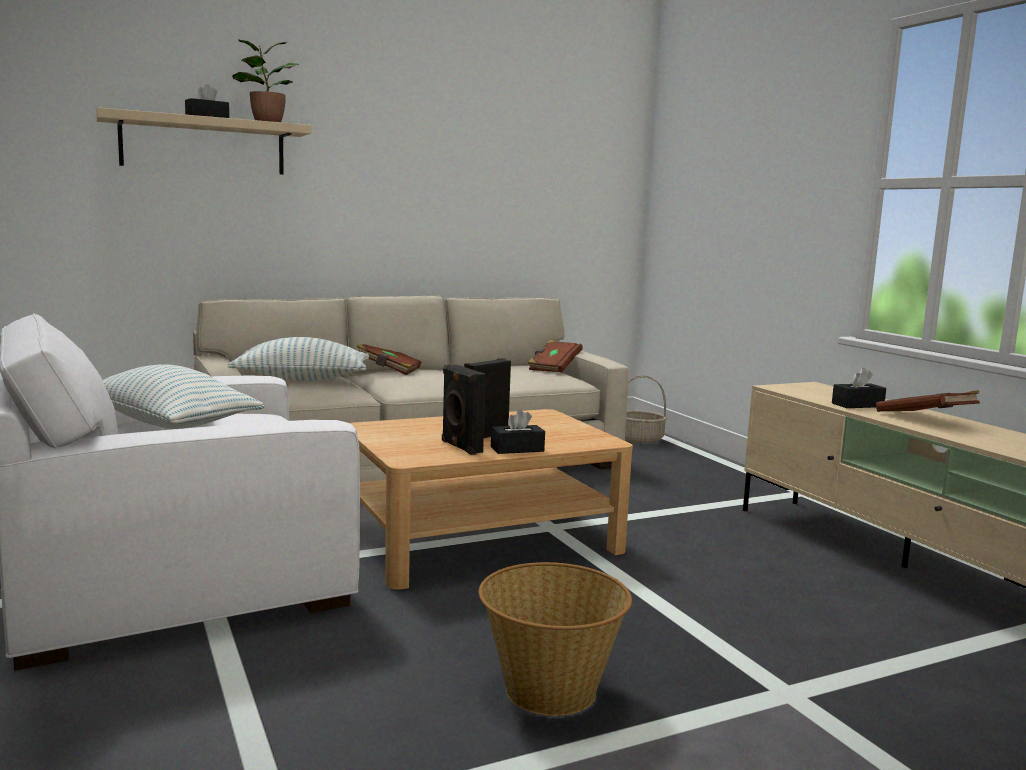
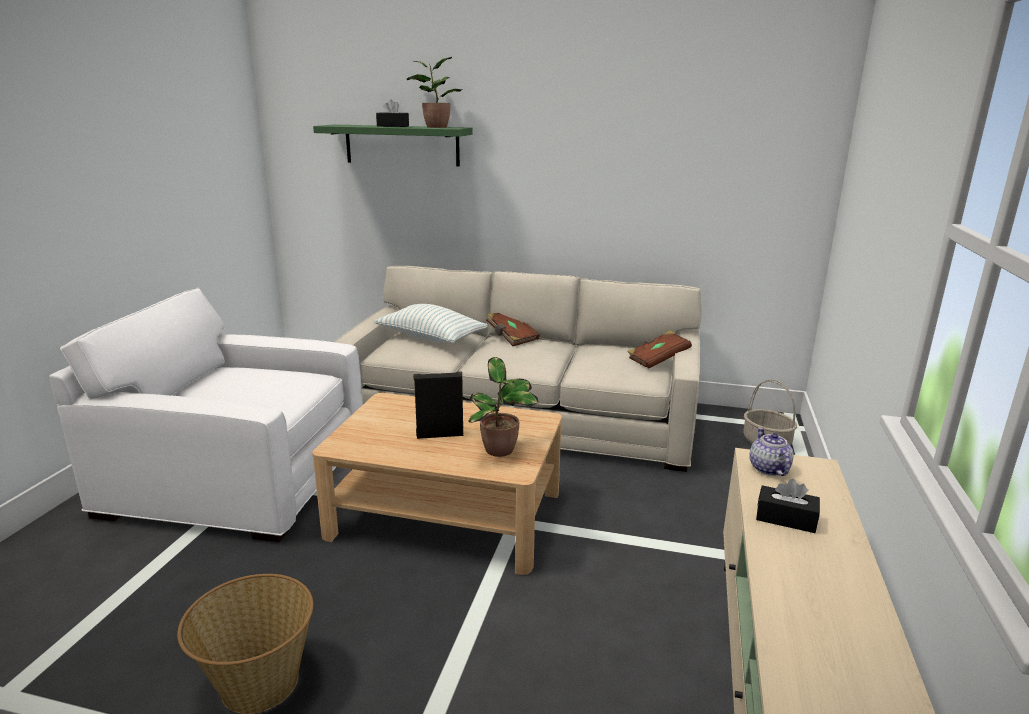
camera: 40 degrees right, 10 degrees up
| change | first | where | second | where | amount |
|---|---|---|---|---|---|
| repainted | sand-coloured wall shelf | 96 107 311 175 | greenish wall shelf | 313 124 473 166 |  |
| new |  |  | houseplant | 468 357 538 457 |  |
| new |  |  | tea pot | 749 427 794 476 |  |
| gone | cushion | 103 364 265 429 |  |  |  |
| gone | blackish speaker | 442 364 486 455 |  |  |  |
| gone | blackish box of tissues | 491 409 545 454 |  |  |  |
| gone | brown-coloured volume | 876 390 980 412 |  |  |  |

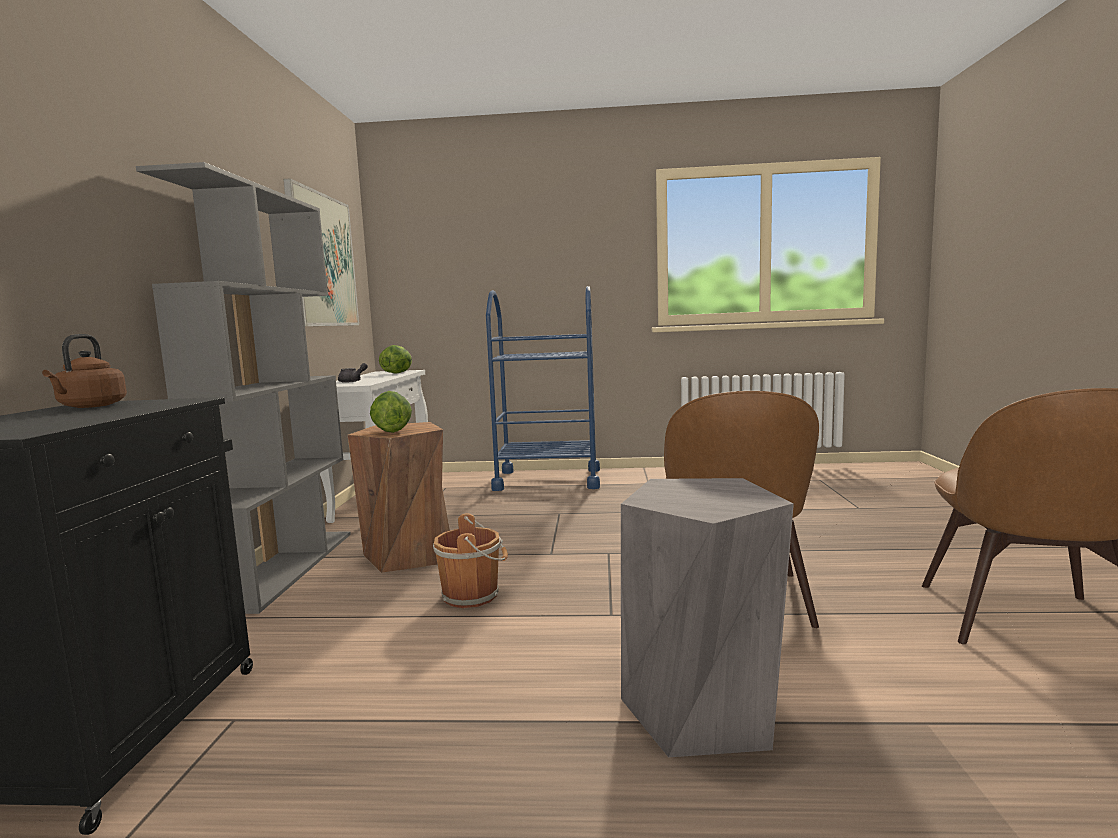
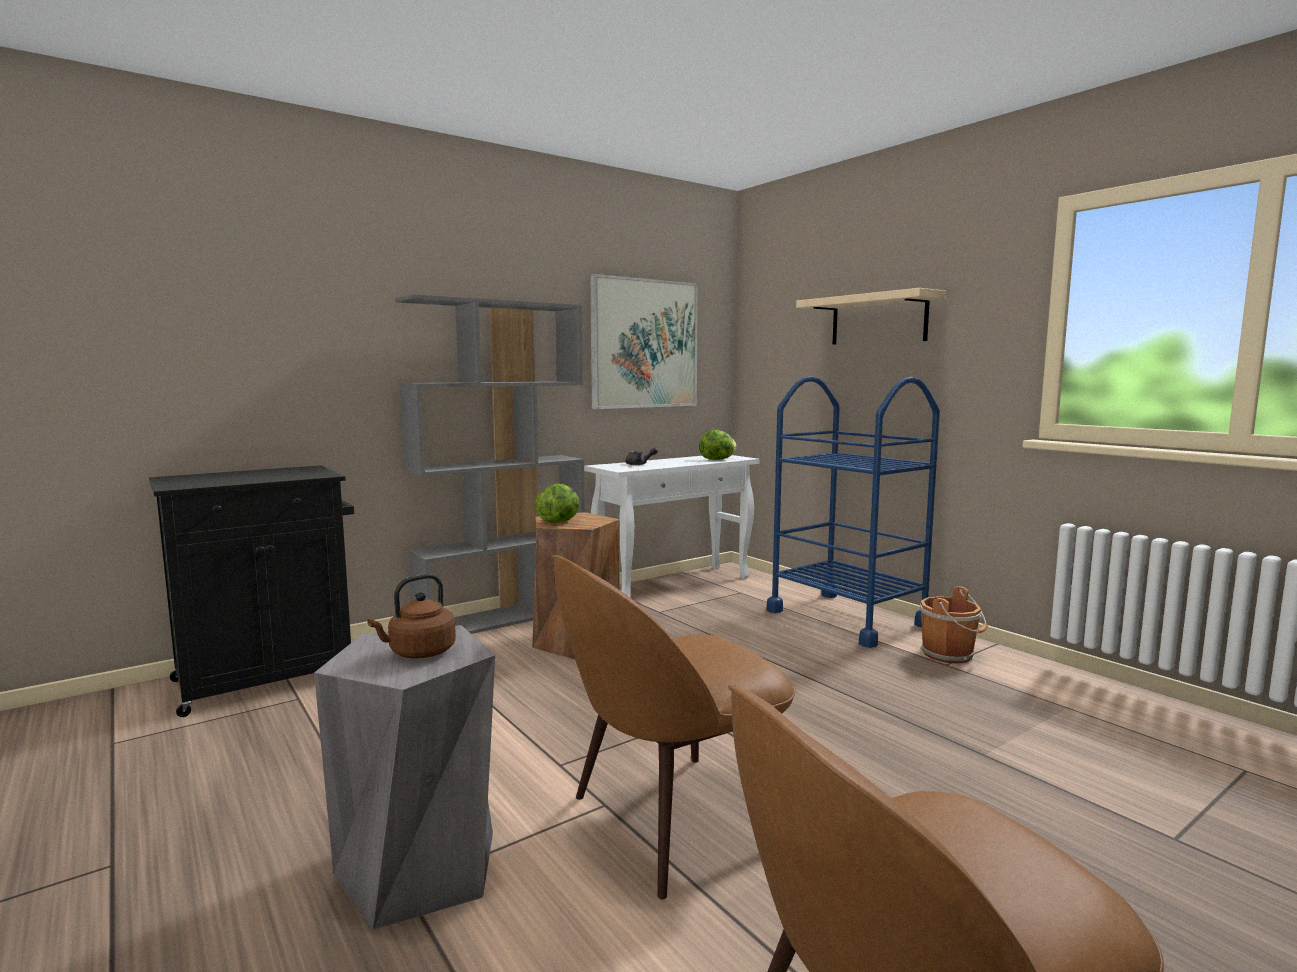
camera: 50 degrees right, 0 degrees up
| change | first | where | second | where | amount |
|---|---|---|---|---|---|
| shifted | brown-coloured tea kettle | 42 334 127 408 |  | 367 574 456 659 |  |
| new |  |  | sand-coloured wall shelf | 796 288 946 345 |  |
| shifted | brown-coloured water bucket | 433 513 508 608 |  | 920 586 988 664 |  |

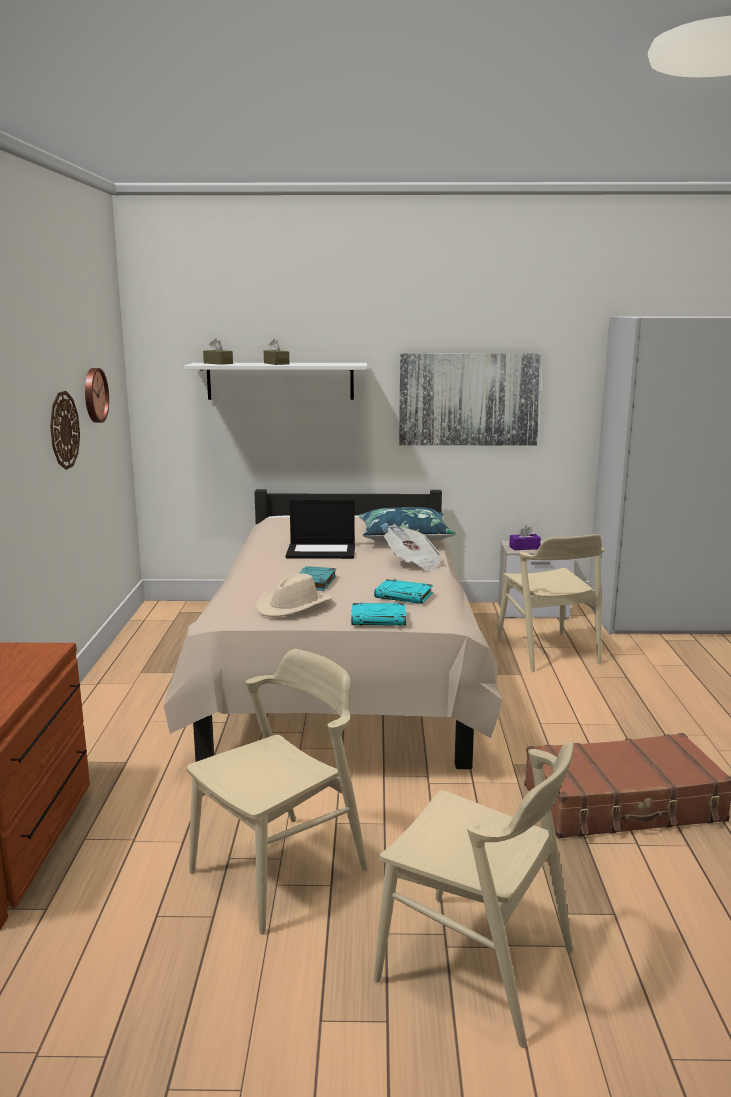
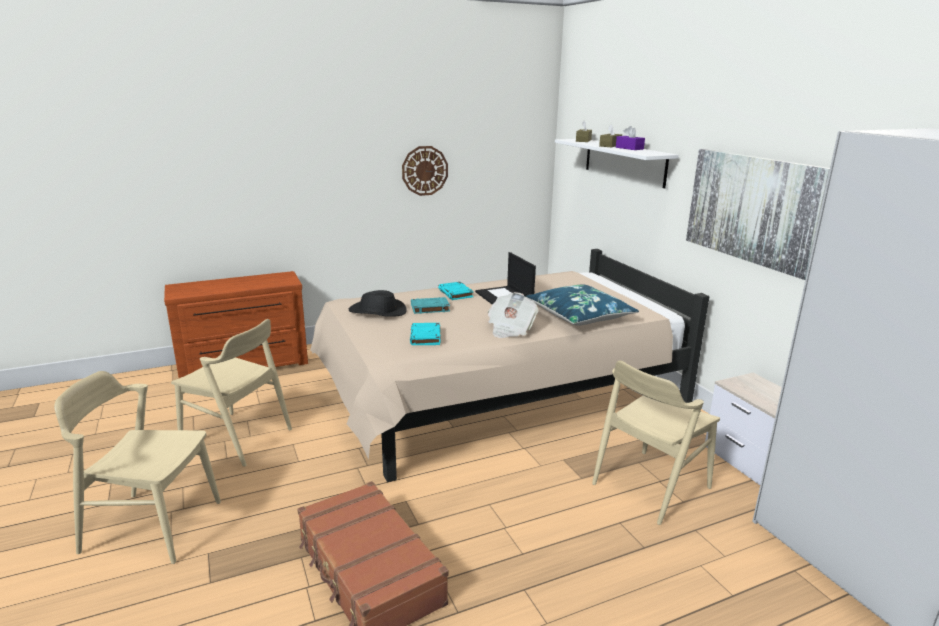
camera: 65 degrees right, 5 degrees up
| change | first | where | second | where | amount |
|---|---|---|---|---|---|
| rotated | sand-coloured upright chair | 374 741 574 1048 |  | 54 371 221 564 | 90 degrees clockwise |
| repainted | sand-coloured clothing hat | 256 573 332 617 | blackish clothing hat | 349 290 407 317 |  |
| shifted | blue-green volume | 351 603 406 626 |  | 438 282 474 300 |  |
| shifted | purple-coloured box of tissues | 509 525 541 550 |  | 616 126 645 150 |  |
| gone | hanging clock | 85 368 109 423 |  |  |  |

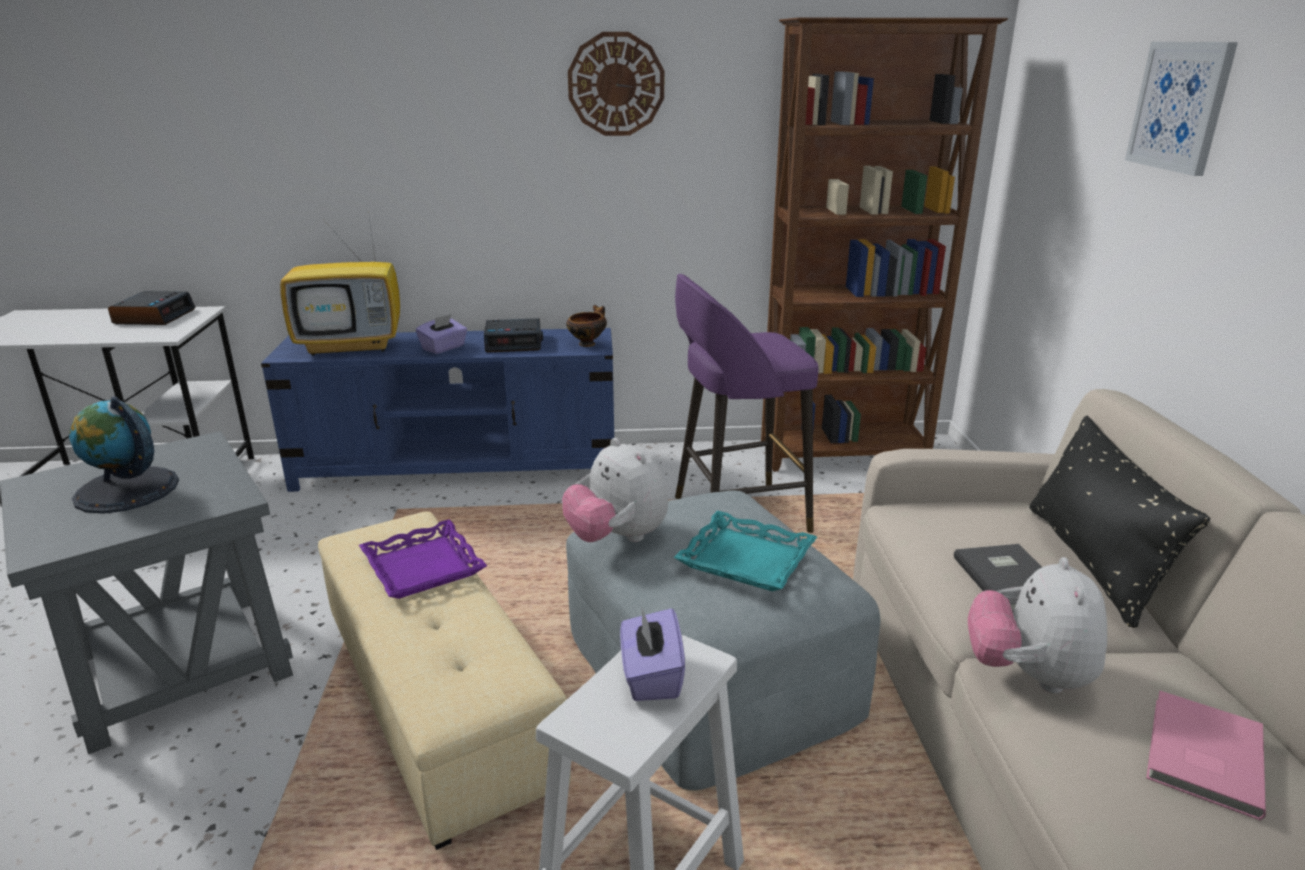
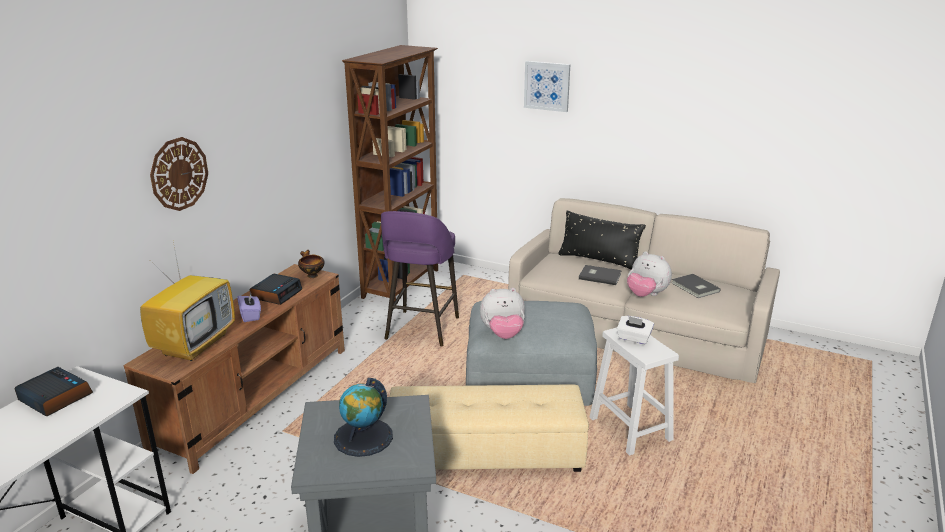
camera: 60 degrees left, 0 degrees up
| change | first | where | second | where | amount |
|---|---|---|---|---|---|
| repainted | bluish media console | 261 328 614 492 | brown-coloured media console | 124 264 345 474 |  |
| shifted | hanging clock | 568 32 664 136 |  | 150 137 208 211 |  |
| repainted | purple-coloured box of tissues | 620 608 685 701 | white-coloured box of tissues | 617 316 654 344 |  |
| repainted | pinkish volume | 1146 691 1266 821 | gray volume | 672 274 720 298 |  |
| gone | purple-coloured tray | 359 520 487 599 |  |  |  |
| gone | blue-green tray | 674 511 817 591 |  |  |  |

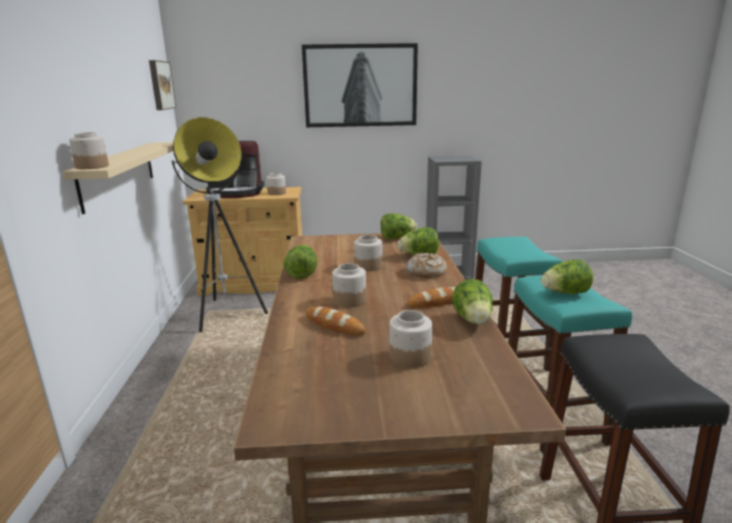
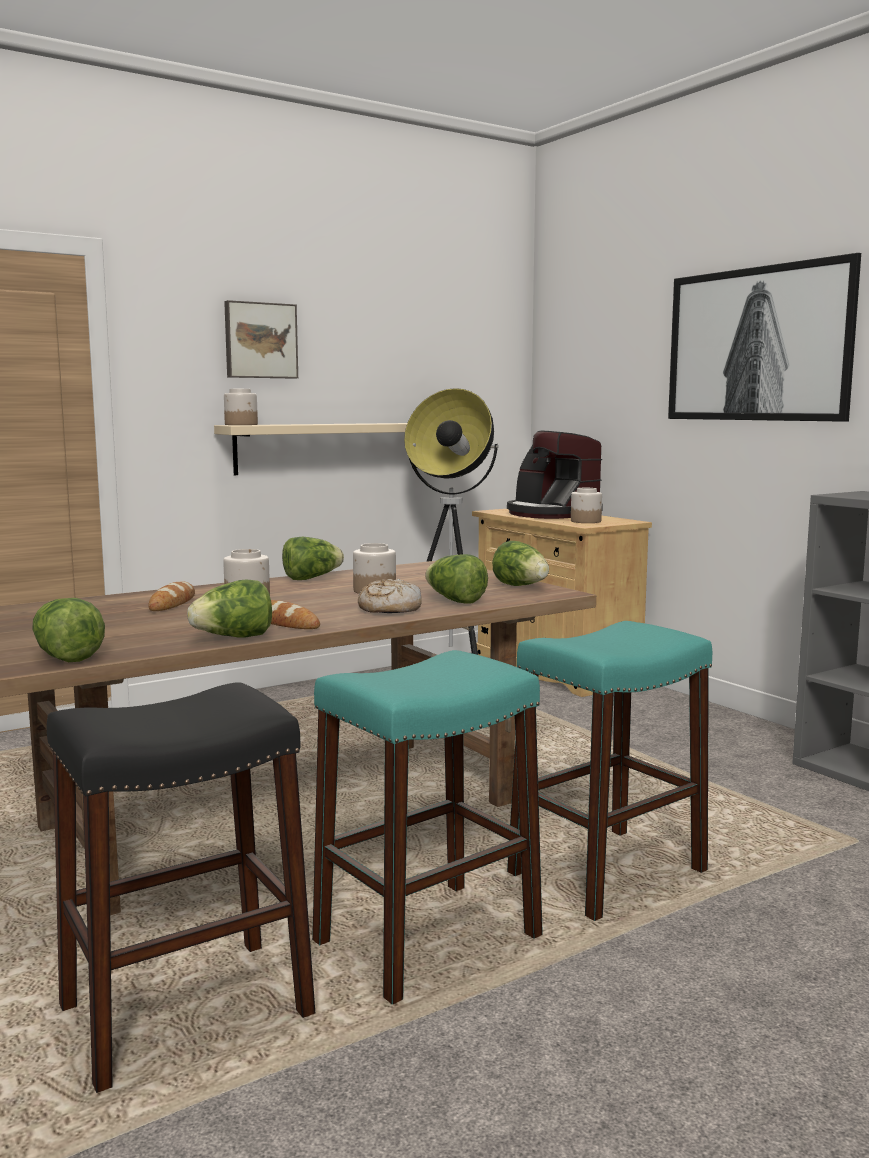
camera: 60 degrees right, 10 degrees down
| change | first | where | second | where | amount |
|---|---|---|---|---|---|
| shifted | lettuce head | 541 259 593 294 |  | 32 598 105 662 |  |
| shifted | picture | 149 60 176 110 |  | 224 300 298 379 |  |
| gone | storage jar | 389 310 432 368 |  |  |  |

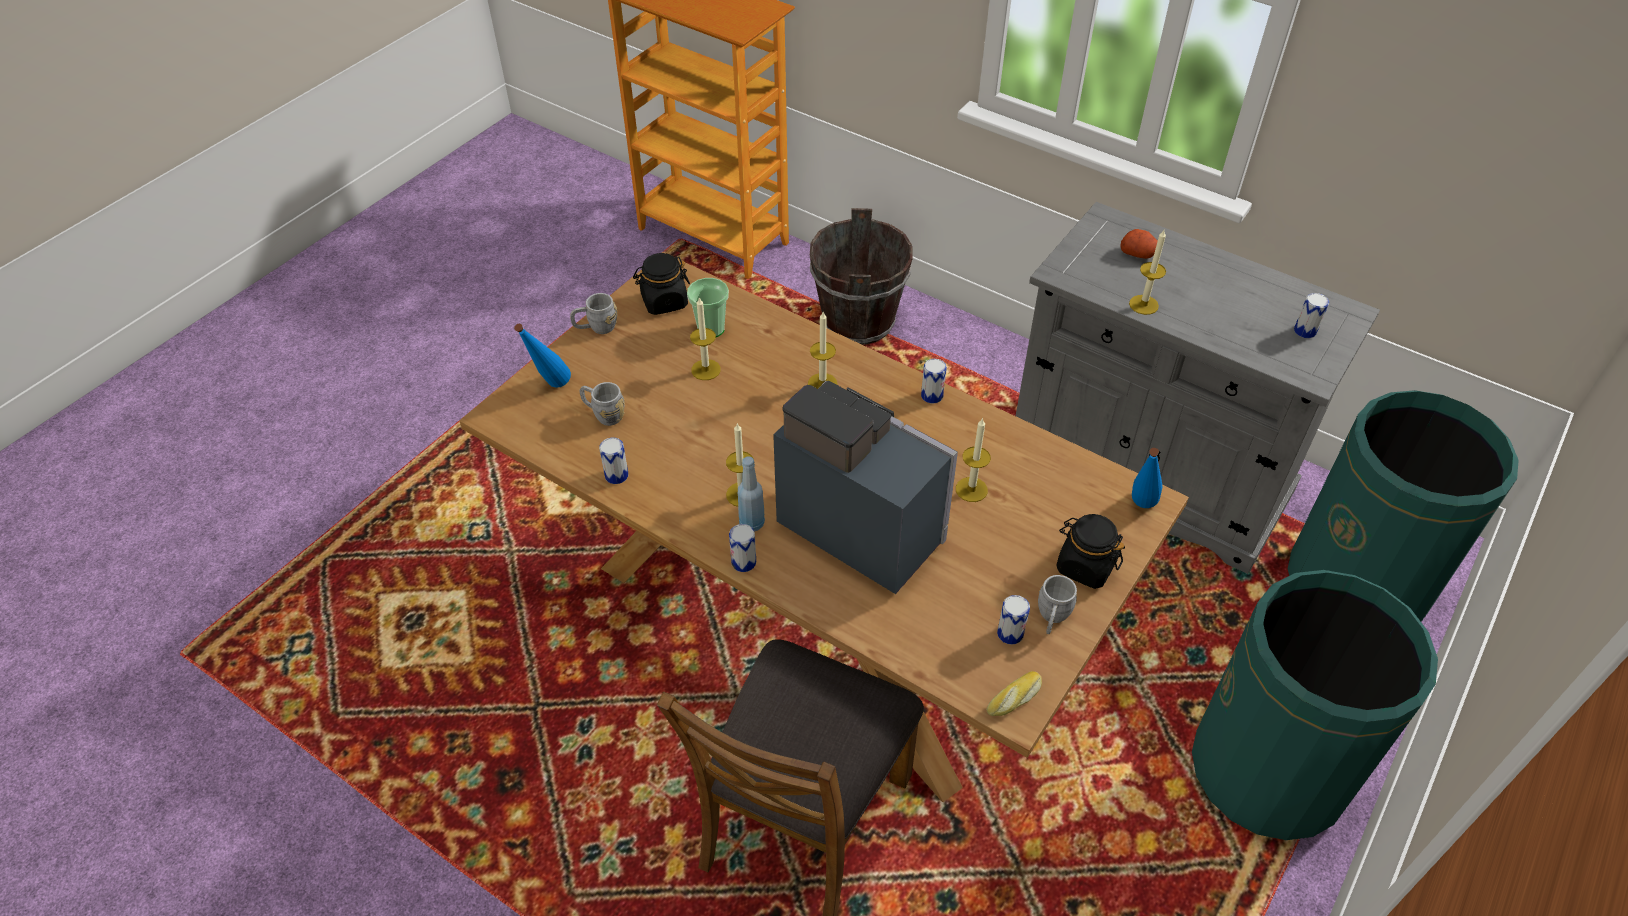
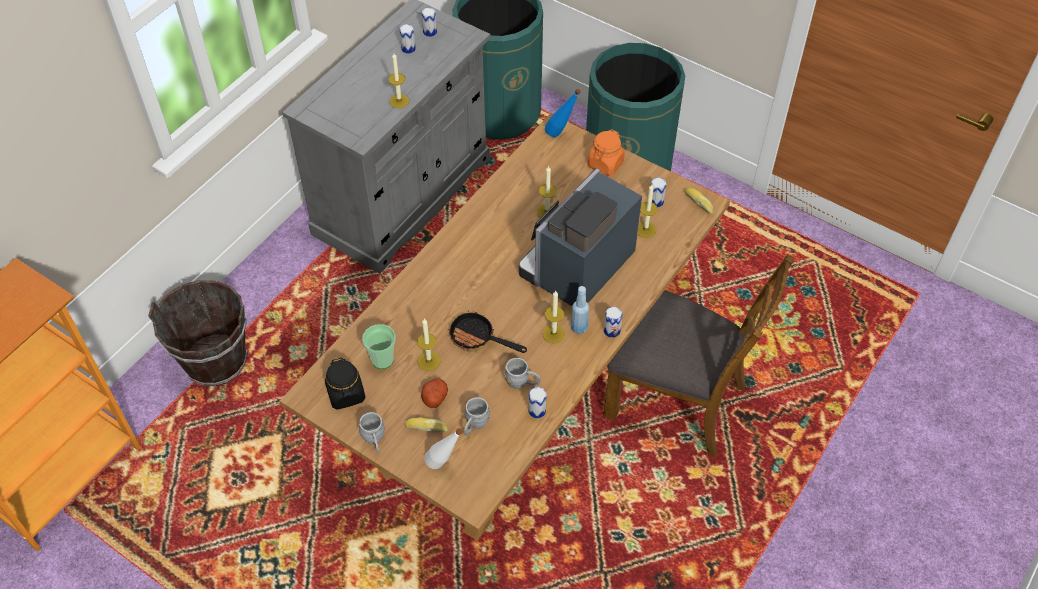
camera: 90 degrees left, 5 degrees up
| change | first | where | second | where | amount |
|---|---|---|---|---|---|
| shifted | sealed can | 921 359 947 404 |  | 399 24 416 54 |  |
| new |  |  | baked bread | 404 417 449 432 |  |
| shifted | potato | 1120 229 1158 259 |  | 421 378 448 408 |  |
| repainted | bluish drink bottle | 514 324 571 388 | white-coloured drink bottle | 424 428 463 469 |  |
| new |  |  | skillet | 448 311 527 353 |  |
| shifted | gray coffee mug | 1038 575 1077 634 |  | 504 358 541 389 |  |
| repainted | blackish storage jar | 1056 514 1125 589 | orange storage jar | 588 129 625 176 |  |
| shifted | wax candle | 808 312 838 389 |  | 638 185 658 238 |  |

